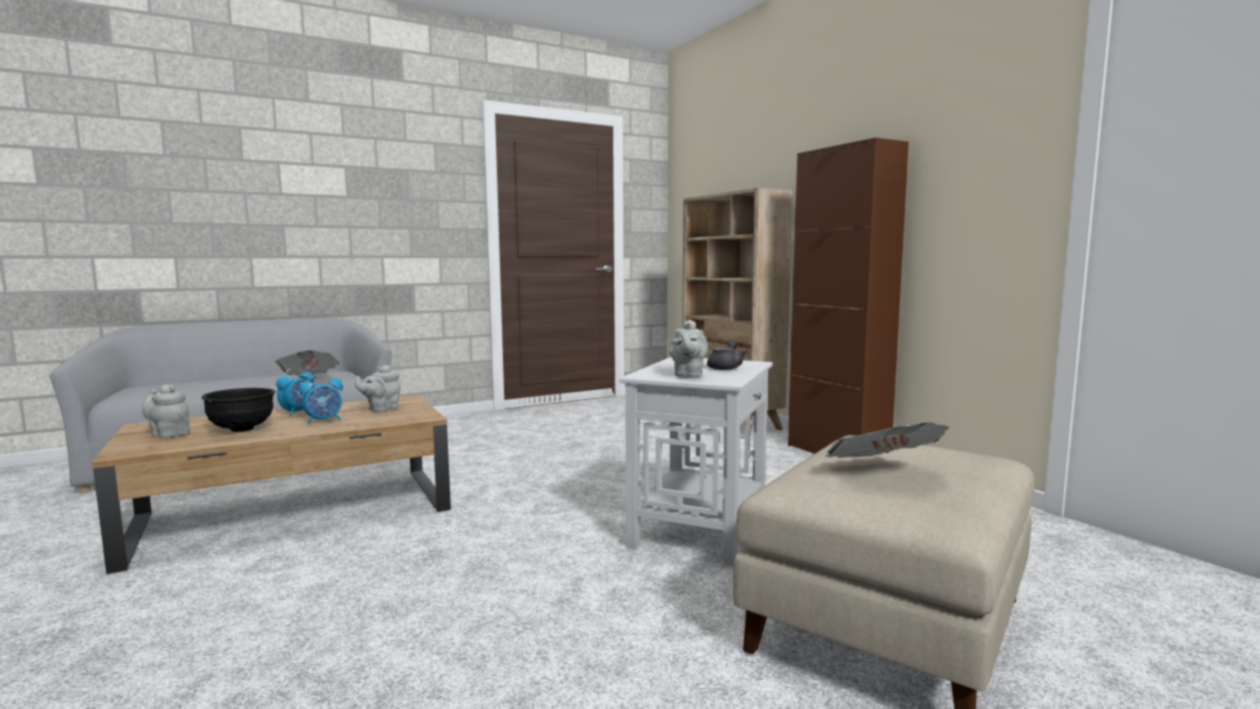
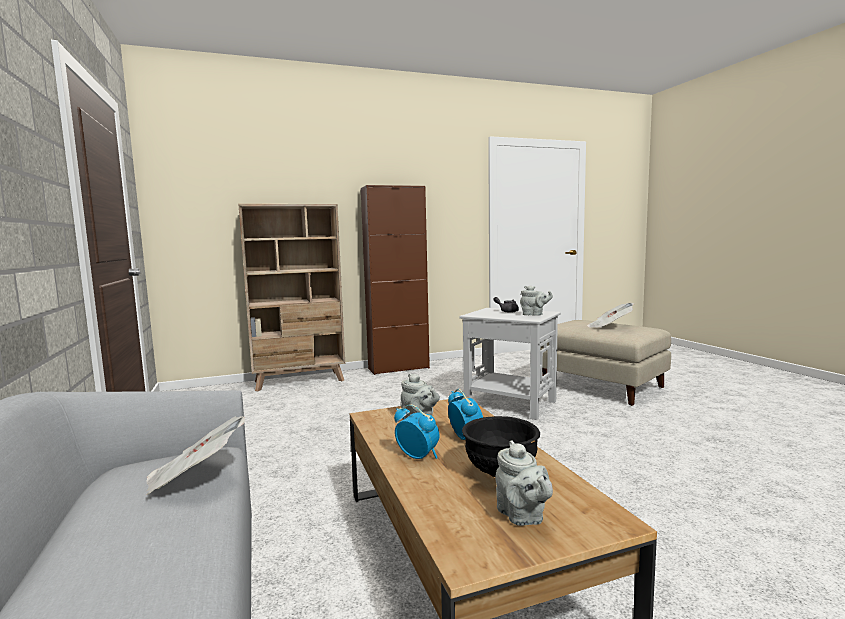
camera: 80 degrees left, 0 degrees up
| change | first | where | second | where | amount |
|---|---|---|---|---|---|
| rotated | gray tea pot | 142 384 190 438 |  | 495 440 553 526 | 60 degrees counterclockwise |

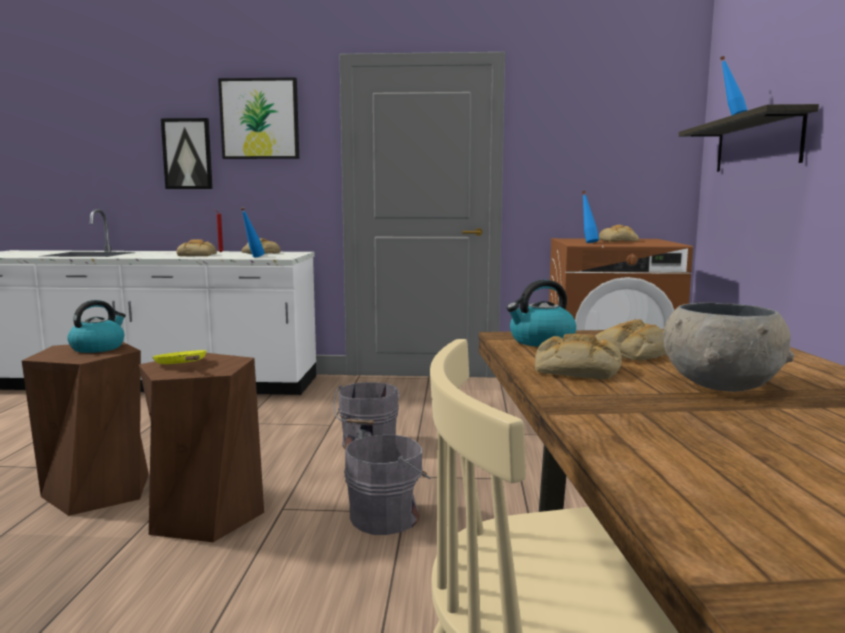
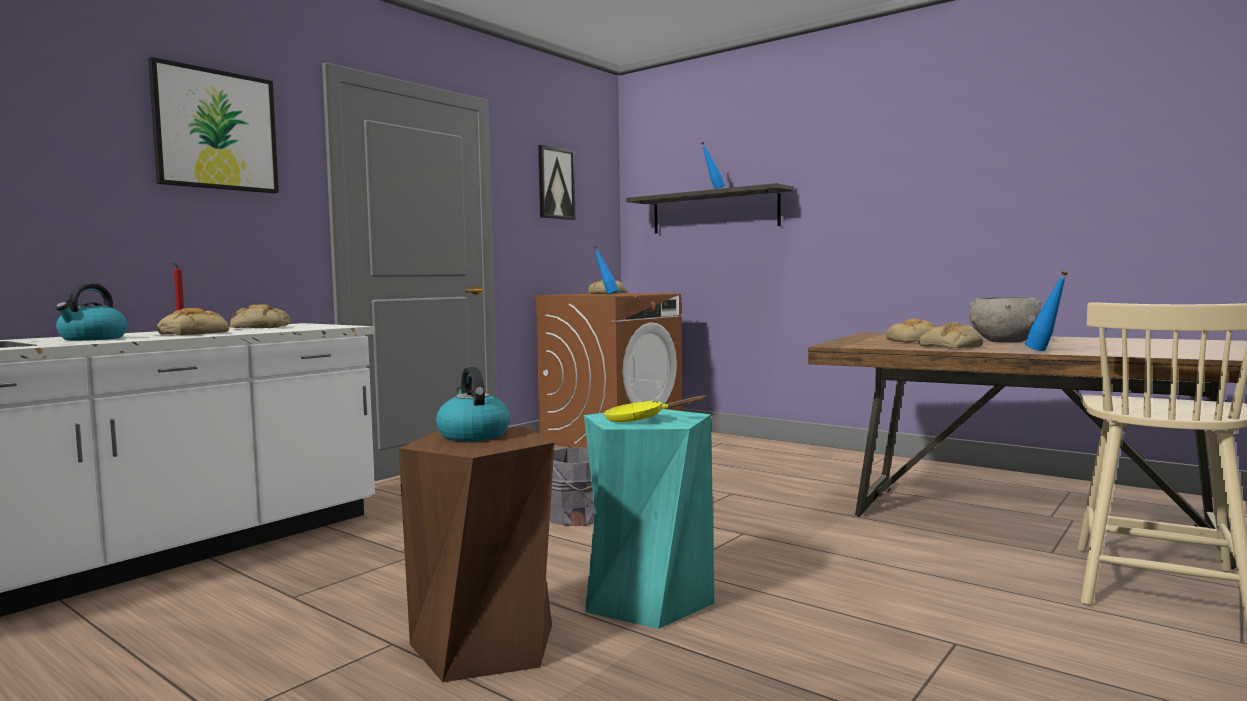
camera: 55 degrees left, 5 degrees down
| change | first | where | second | where | amount |
|---|---|---|---|---|---|
| shifted | tea kettle | 506 280 576 347 |  | 55 283 128 341 |  |
| shifted | picture | 161 118 213 189 |  | 538 145 575 220 |  |
| repainted | brown-coloured stool seat | 139 353 264 542 | blue-green stool seat | 584 409 714 629 |  |
| shifted | bluish drink bottle | 241 207 265 257 |  | 1025 271 1068 351 |  |
| gone | gray water bucket | 344 432 431 535 |  |  |  |

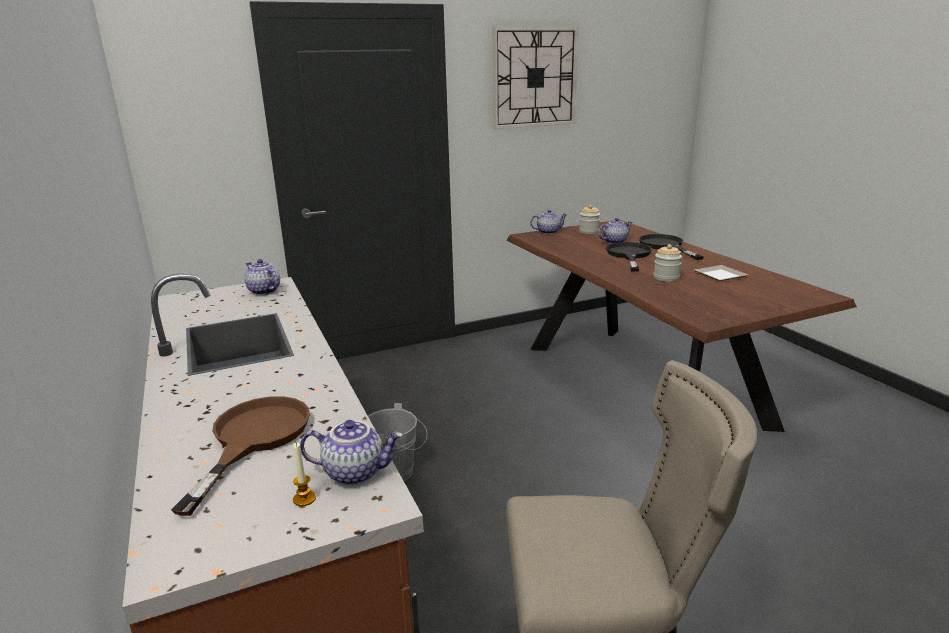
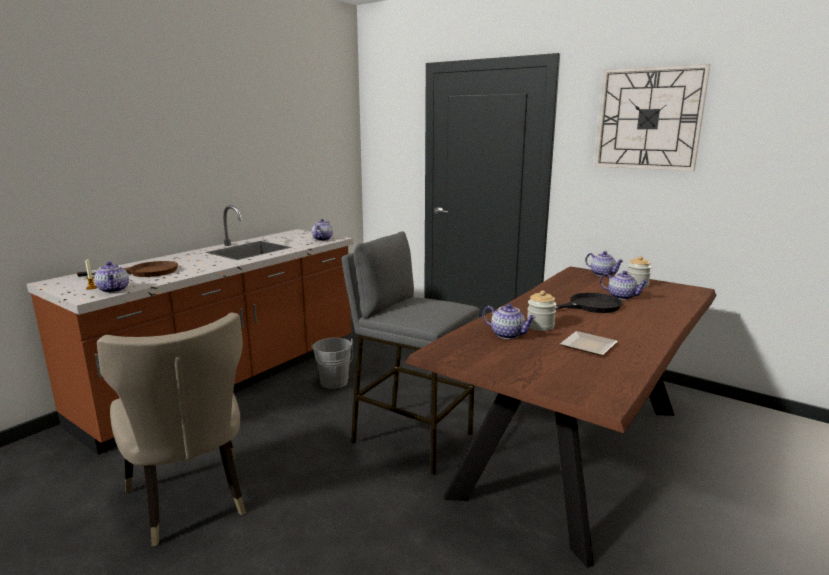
camera: 60 degrees right, 5 degrees down
| change | first | where | second | where | amount |
|---|---|---|---|---|---|
| new |  |  | gray stool seat | 342 232 480 476 |  |
| new |  |  | tea pot | 482 304 536 339 |  |
| gone | blackish skillet | 639 234 704 260 |  |  |  |

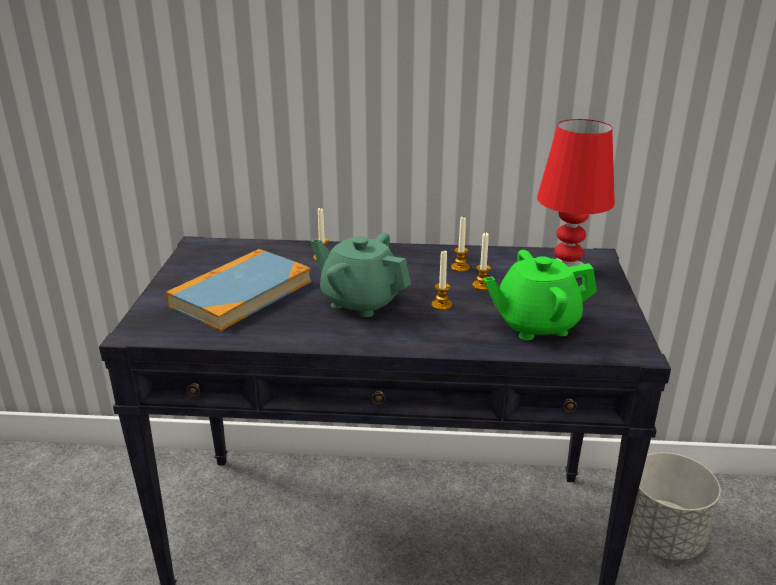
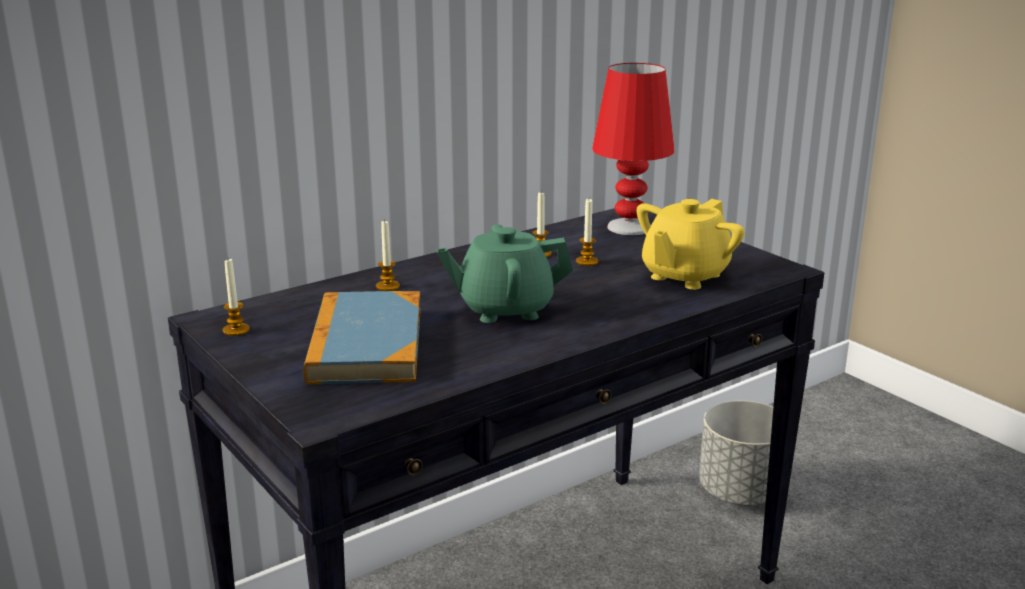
camera: 40 degrees left, 5 degrees down
| change | first | where | second | where | amount |
|---|---|---|---|---|---|
| shifted | wax candle | 432 251 452 310 |  | 223 259 250 336 |  |
| repainted | greenish tea pot | 483 250 597 340 | yellow tea pot | 637 199 745 290 |  |

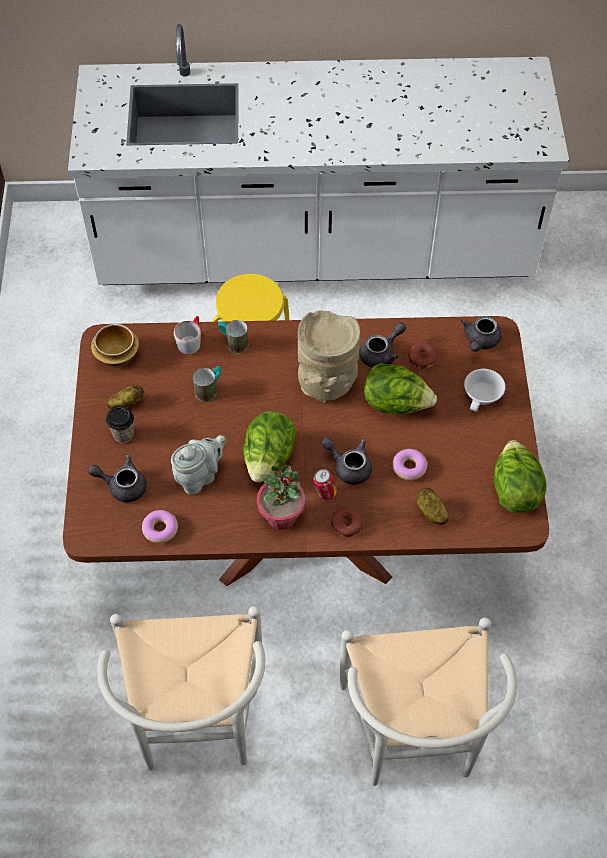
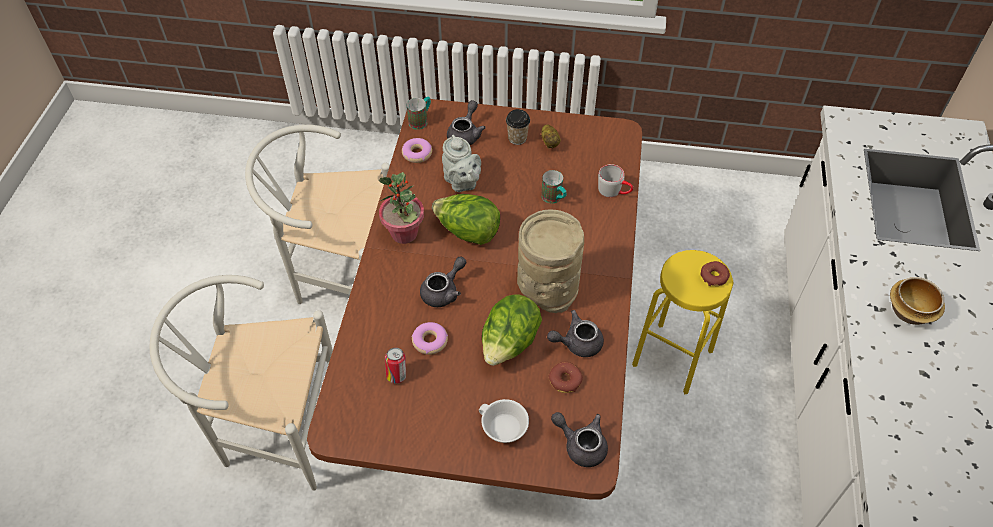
camera: 100 degrees right, 5 degrees down
| change | first | where | second | where | amount |
|---|---|---|---|---|---|
| shifted | sealed can | 313 469 337 500 |  | 385 348 406 384 |  |
| shifted | coffee mug | 218 320 248 353 |  | 407 96 431 130 |  |
| rotated | gray tea pot | 359 322 406 367 |  | 547 310 604 357 | 105 degrees clockwise |
| shifted | donut | 331 507 363 538 |  | 700 261 730 286 |  |
| shifted | deep dish | 91 324 139 367 |  | 890 277 945 325 |  |
| gone | potato | 416 488 449 525 |  |  |  |
| gone | lettuce head | 494 440 546 513 |  |  |  |

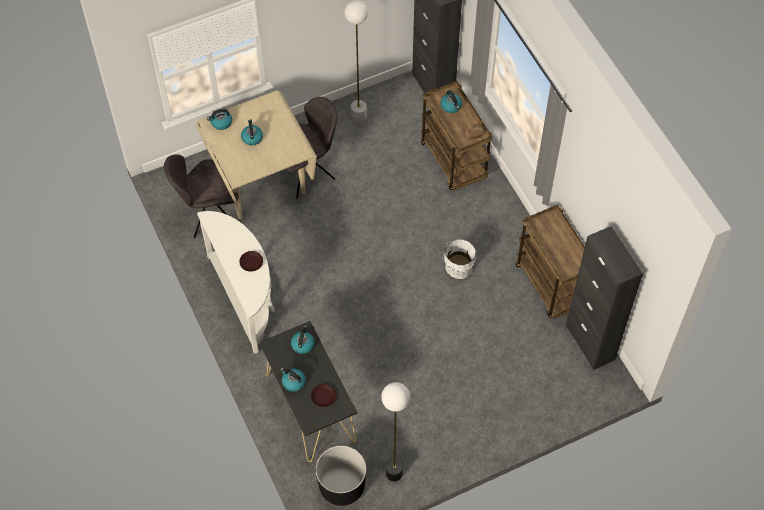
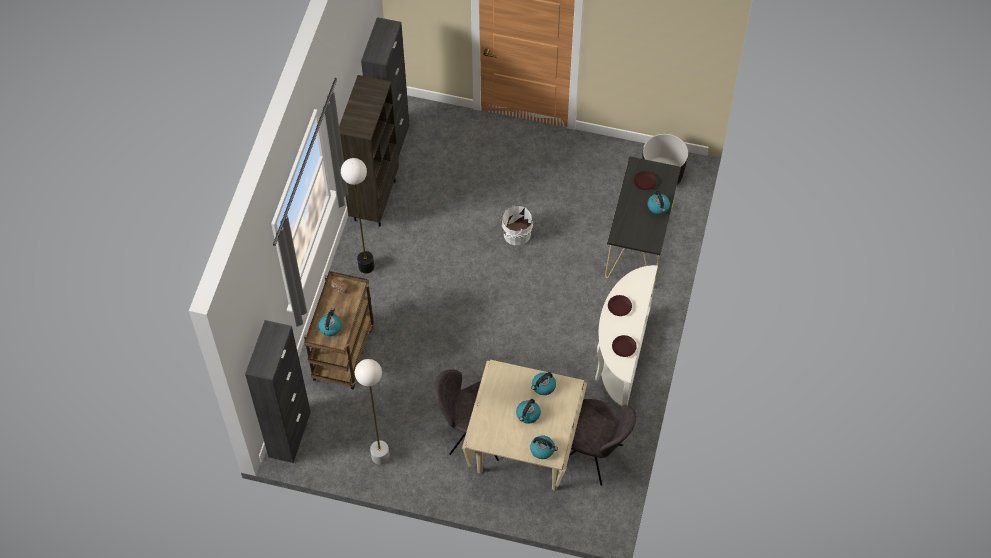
camera: 140 degrees left, 0 degrees up
| change | first | where | second | where | amount |
|---|---|---|---|---|---|
| swapped | brown-coloured wheeled cart | 516 205 585 319 | brown-coloured shelving unit | 339 75 399 227 |  |
| shifted | floor lamp | 381 382 410 481 |  | 341 158 374 274 |  |
| shifted | white-coloured water bucket | 444 239 479 279 |  | 500 205 533 245 |  |
| shifted | tea kettle | 291 326 314 354 |  | 531 372 556 395 |  |
| new |  |  | brown-coloured plate | 612 335 637 357 |  |

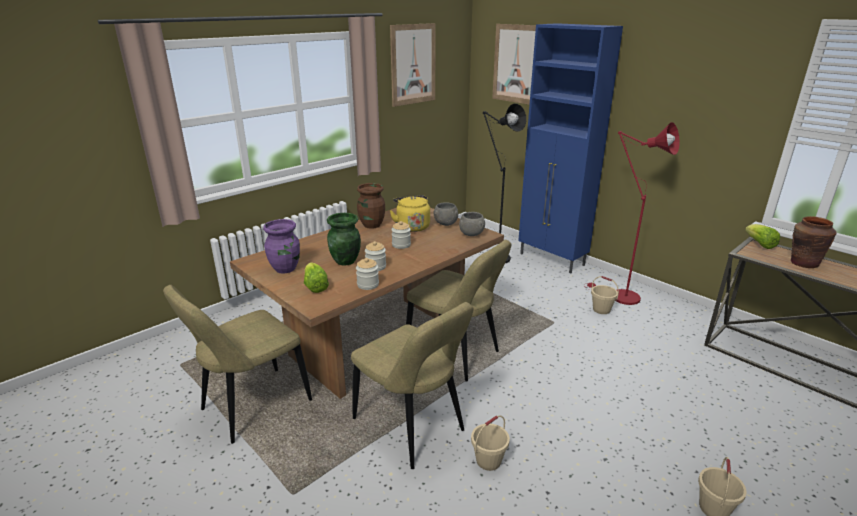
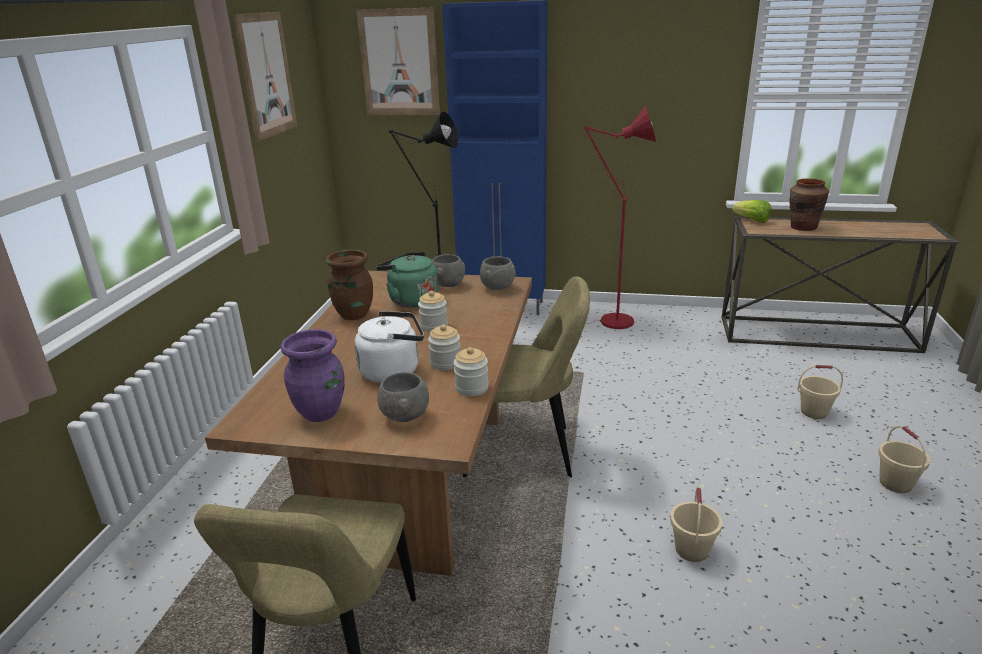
camera: 35 degrees left, 0 degrees up
| change | first | where | second | where | amount |
|---|---|---|---|---|---|
| swapped | greenish decorative vase | 327 213 361 266 | white-coloured tea kettle | 354 311 424 383 |  |
| repainted | yellow tea kettle | 389 195 430 232 | greenish tea kettle | 376 252 438 308 |  |
| swapped | lettuce head | 304 262 329 293 | gray deep dish | 377 372 429 422 |  |
| shifted | sand-coloured water bucket | 591 276 619 314 |  | 797 365 843 419 |  |
| gone | sand-coloured upright chair | 351 302 473 469 |  |  |  |

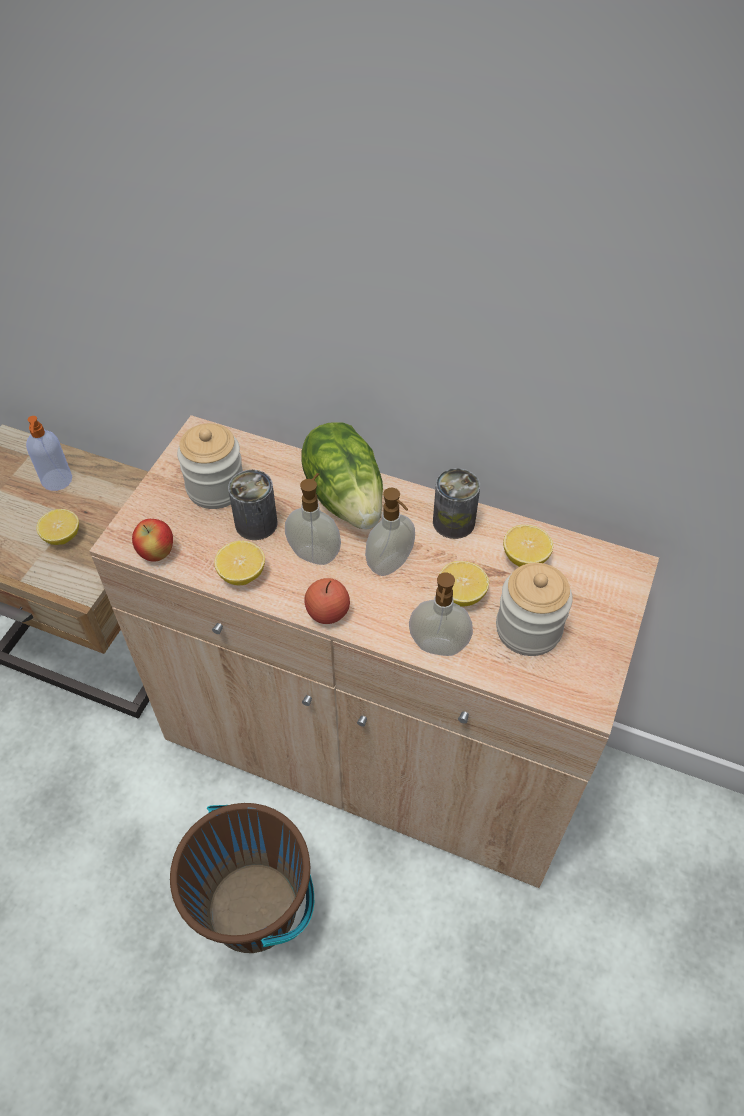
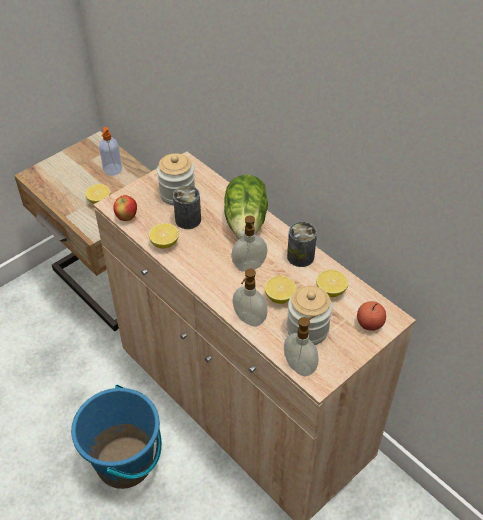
camera: 25 degrees right, 5 degrees down
| change | first | where | second | where | amount |
|---|---|---|---|---|---|
| repainted | brown-coloured water bucket | 170 803 314 953 | bluish water bucket | 71 385 162 489 |  |
| shifted | liquid soap bottle | 285 473 341 565 |  | 284 316 318 376 |  |
| shifted | apple | 304 578 350 624 |  | 357 301 386 331 |  |

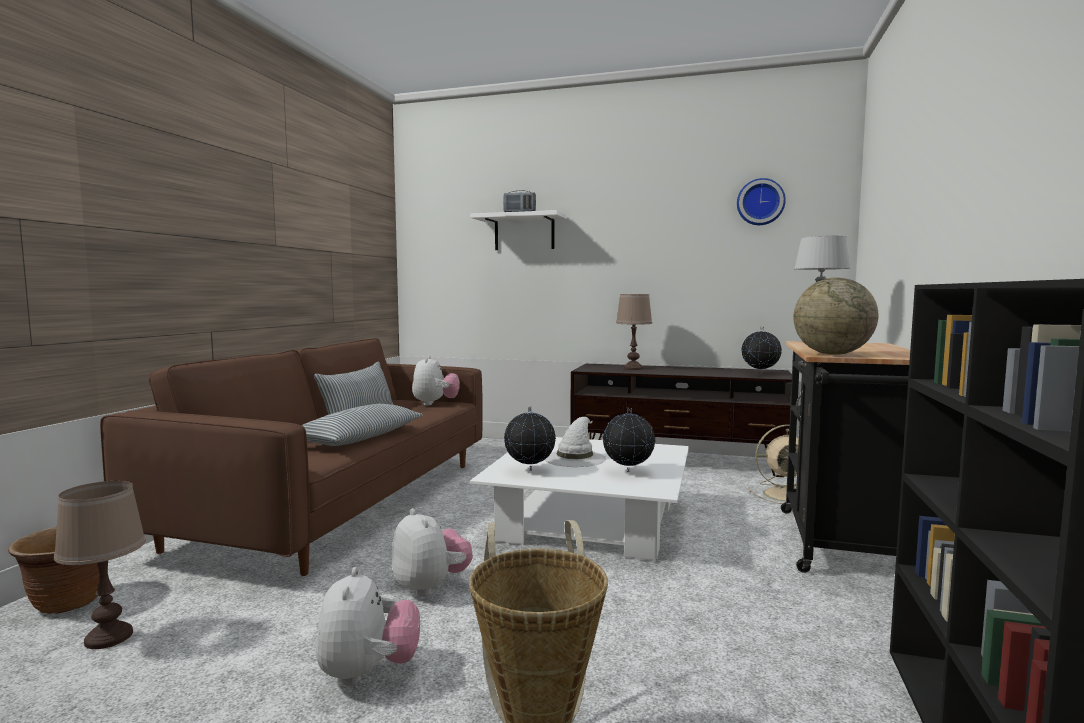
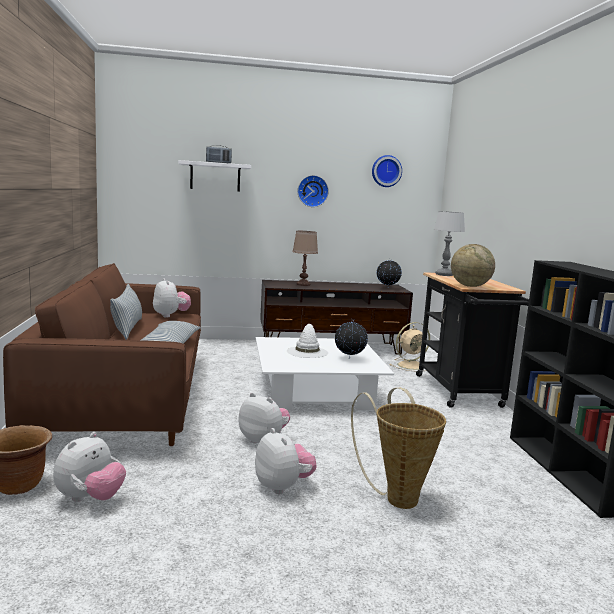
camera: 25 degrees left, 5 degrees up
| change | first | where | second | where | amount |
|---|---|---|---|---|---|
| swapped | brown-coloured lamp for a table | 54 481 146 649 | cuddly toy | 53 432 126 502 |  |
| new |  |  | hanging clock | 298 175 329 207 |  |
| gone | world globe | 504 406 556 471 |  |  |  |

